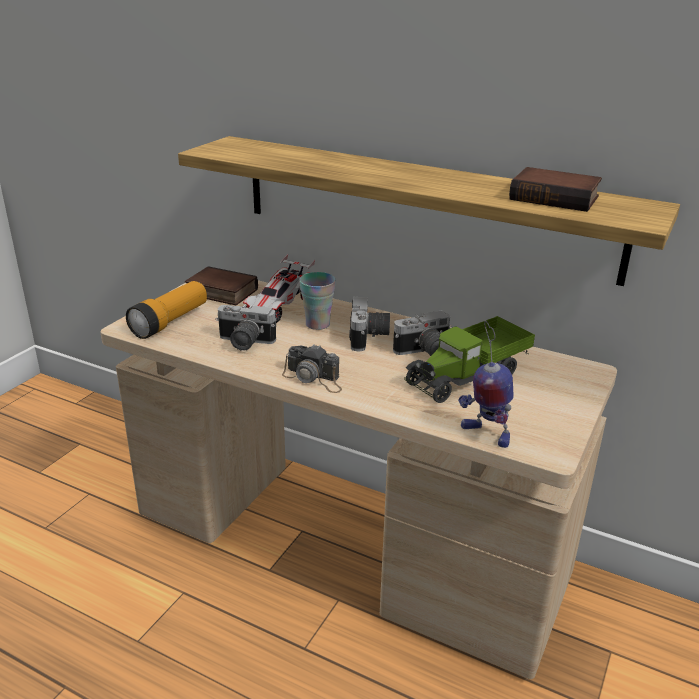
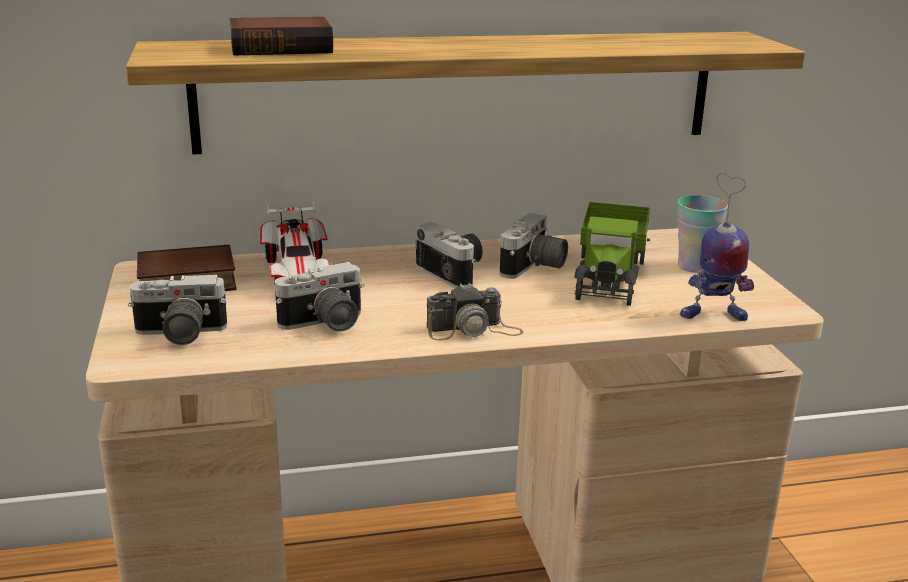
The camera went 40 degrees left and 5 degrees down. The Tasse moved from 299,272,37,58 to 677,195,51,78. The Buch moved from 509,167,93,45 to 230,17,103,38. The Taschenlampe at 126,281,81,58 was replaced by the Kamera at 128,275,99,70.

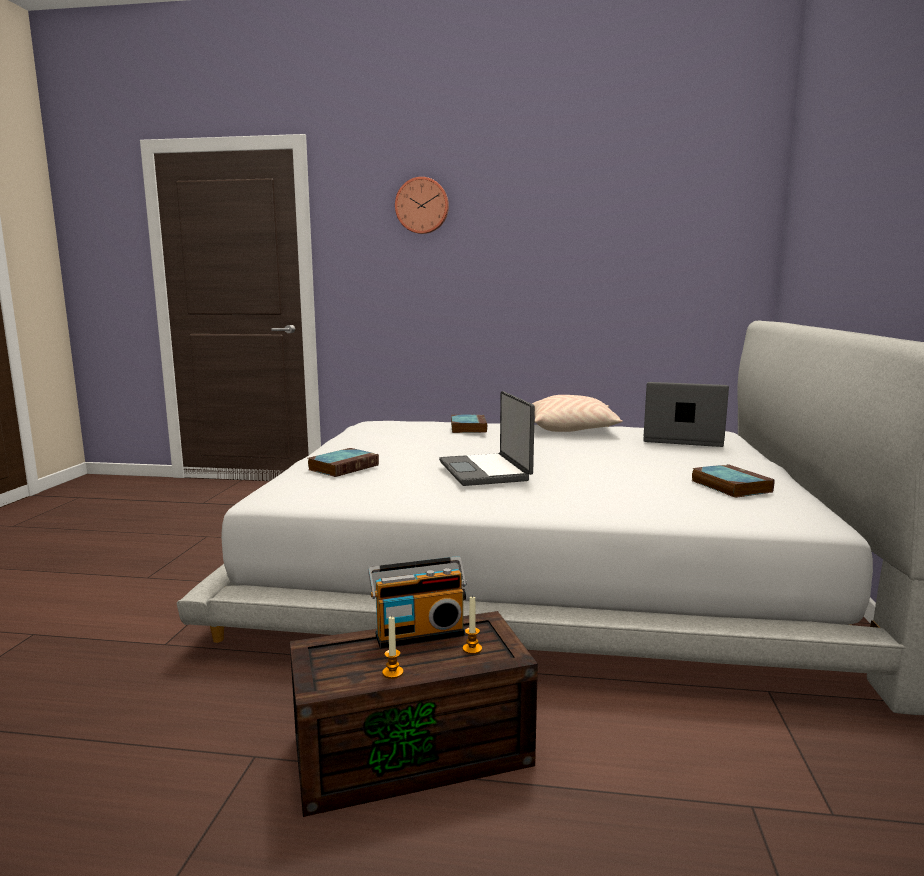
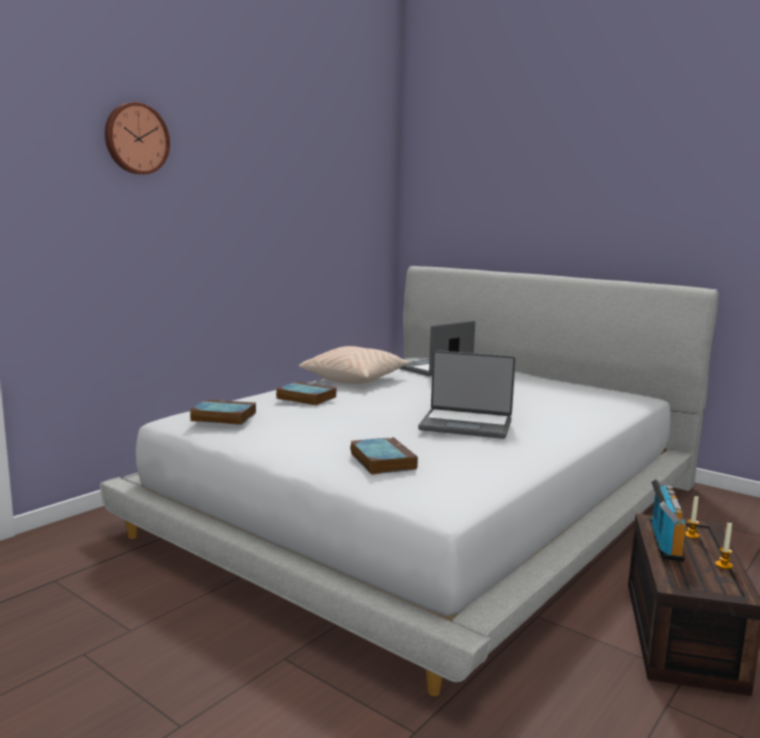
The camera went 60 degrees left and 0 degrees up. The Buch moved from 692,464,83,34 to 189,399,67,26.

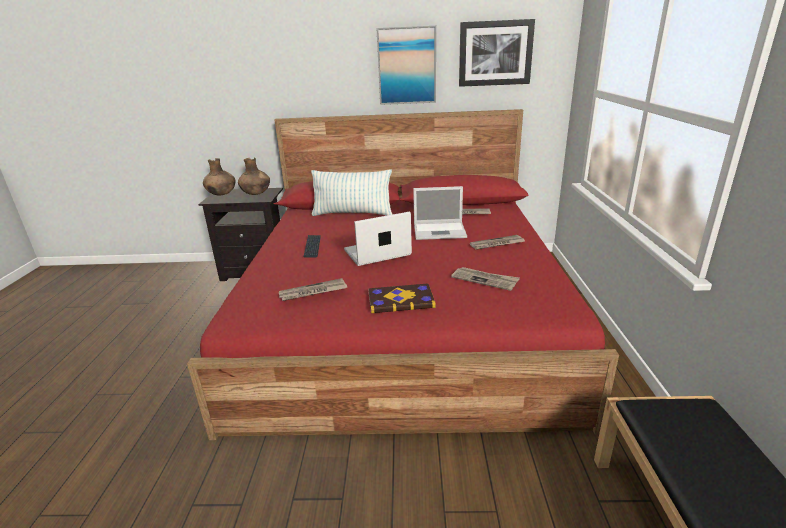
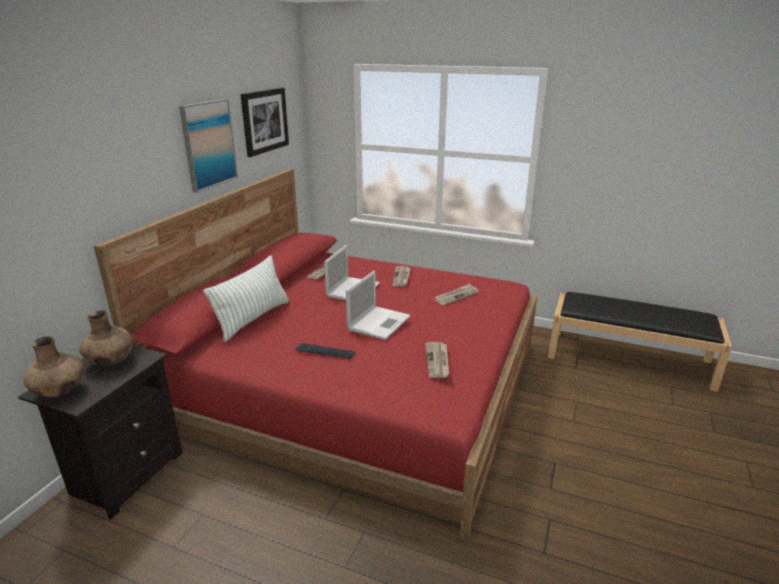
The camera went 70 degrees left and 0 degrees up. The Buch at 368,283,68,30 disappeared. The Laptop at 344,212,68,54 turned 150 degrees counterclockwise.

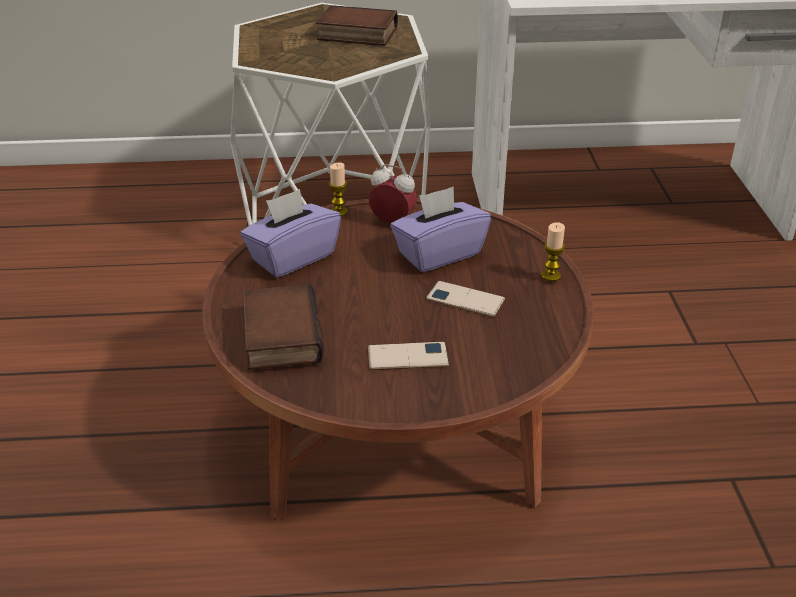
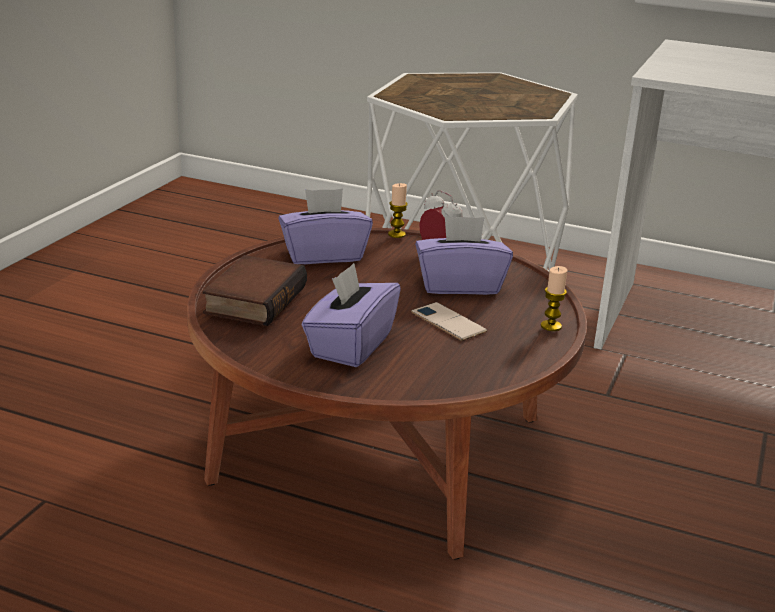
The camera went 25 degrees right and 10 degrees down. The Buch at 316,5,82,41 disappeared. The Handy at 368,342,81,28 was replaced by the Taschentuchbox/lila at 302,263,99,104.

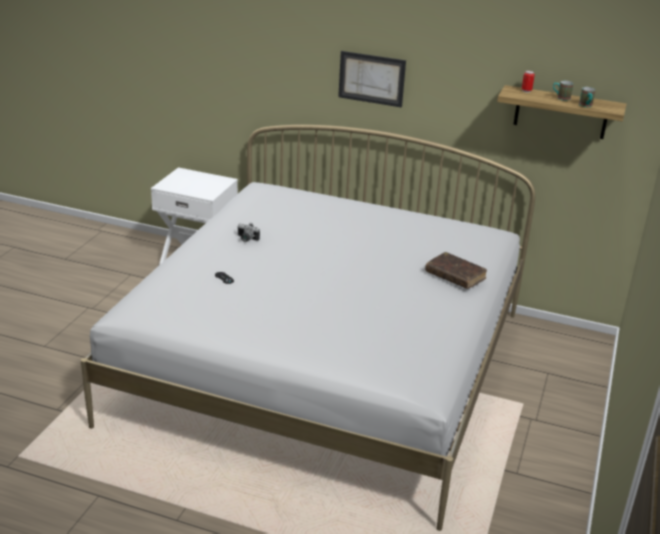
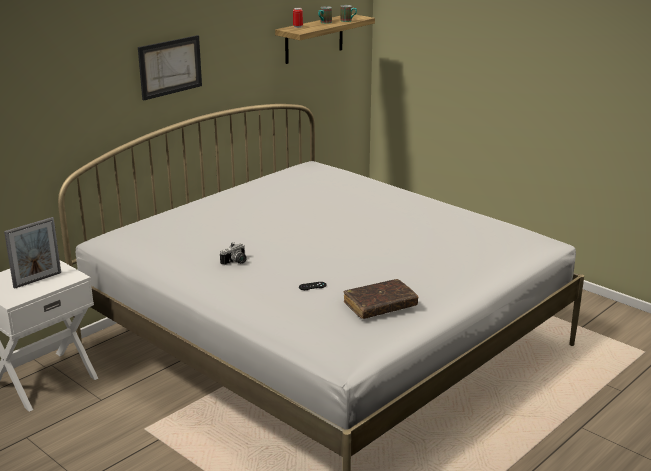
The camera went 65 degrees left and 5 degrees down. The Bilderrahmen at 4,217,57,72 appeared. The Buch/braun moved from 425,252,62,37 to 344,279,74,40.

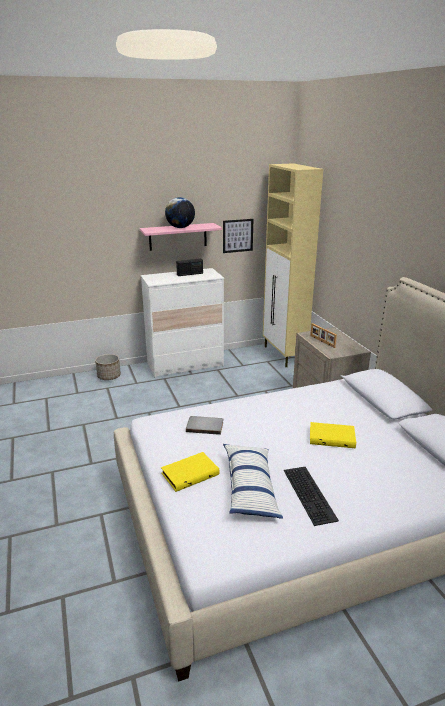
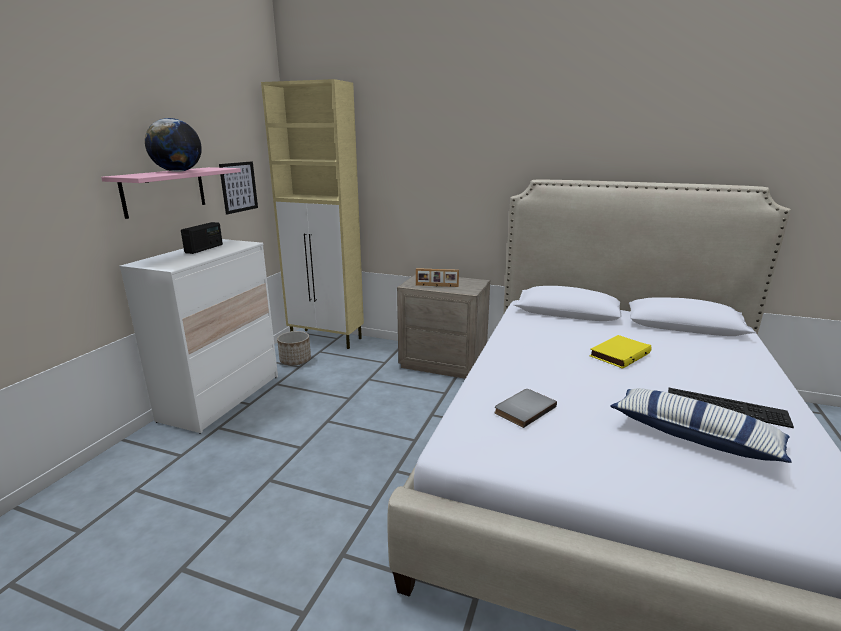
The camera went 50 degrees left and 5 degrees down. The Buch/gelb at 161,452,59,40 disappeared. The Pflanzkübel moved from 95,354,26,26 to 277,331,34,34.

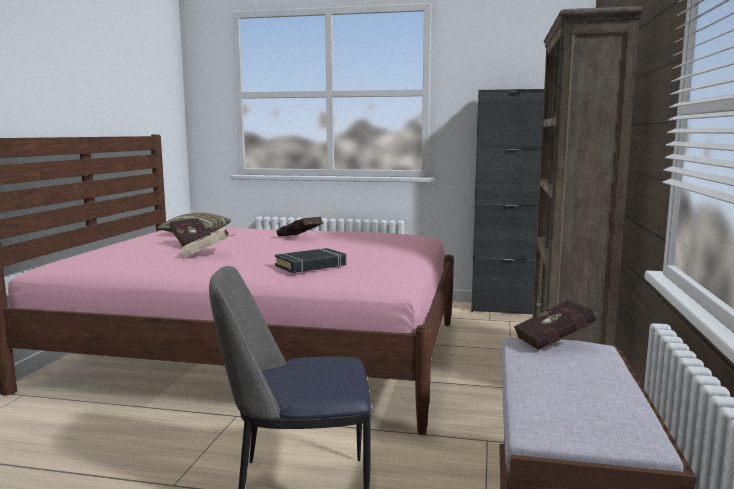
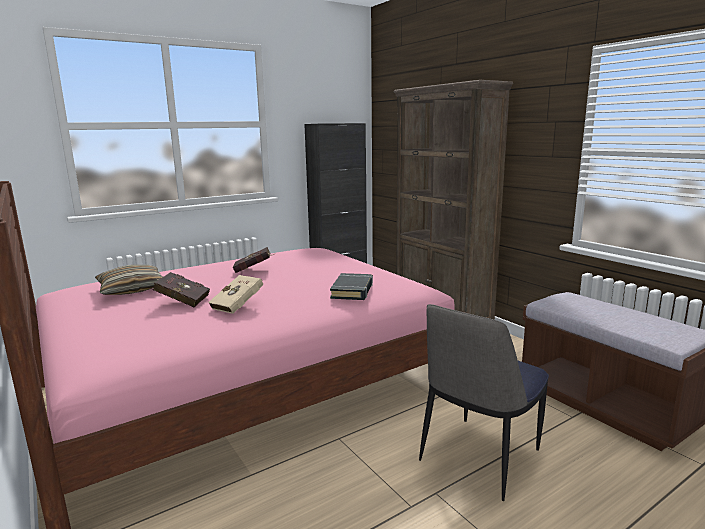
The camera went 45 degrees left and 5 degrees up. The Buch/rot at 514,300,85,50 disappeared.

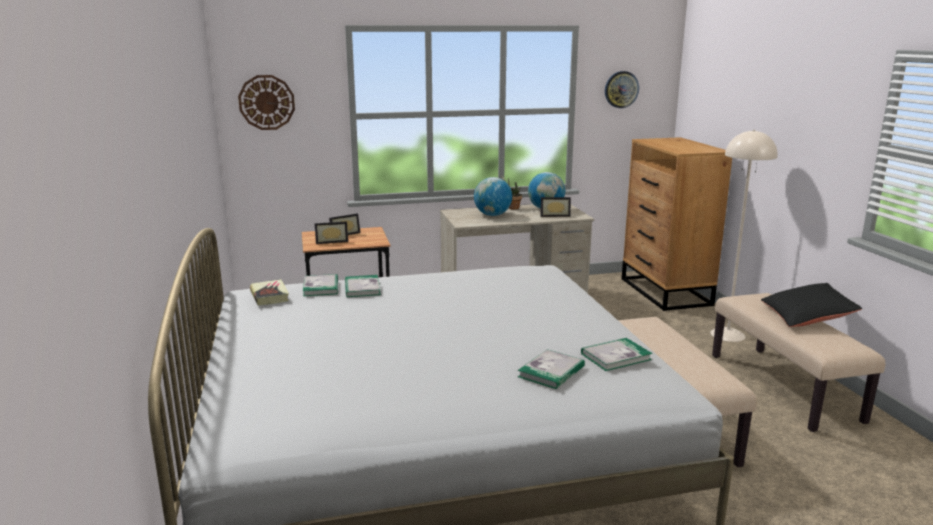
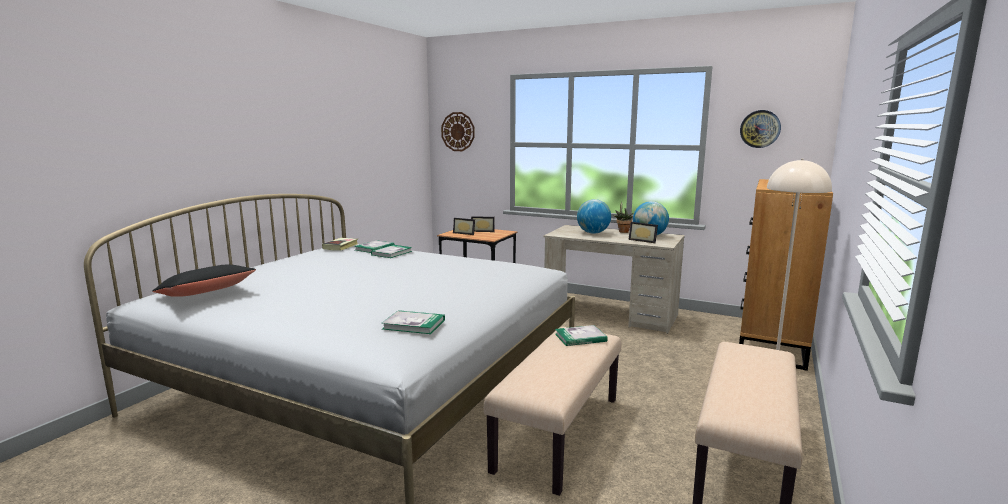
The camera went 40 degrees right and 5 degrees down. The Buch moved from 518,349,67,40 to 555,325,52,21. The Kissen/schwarz moved from 761,283,101,44 to 152,265,104,32.

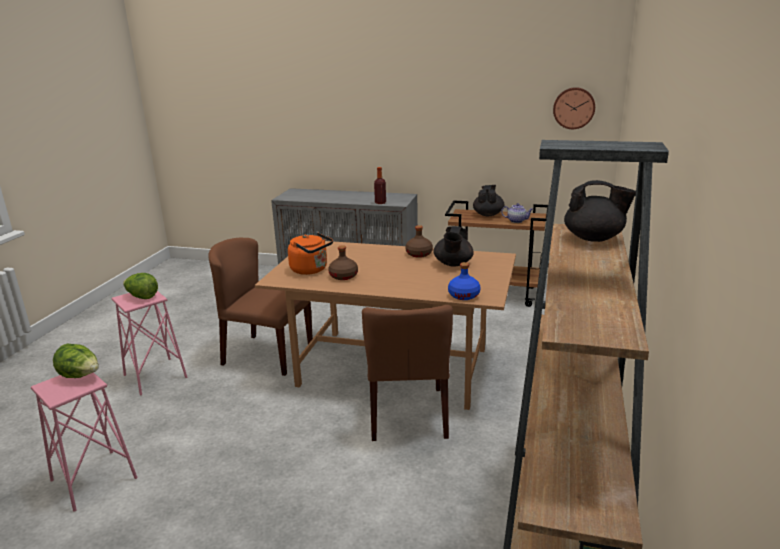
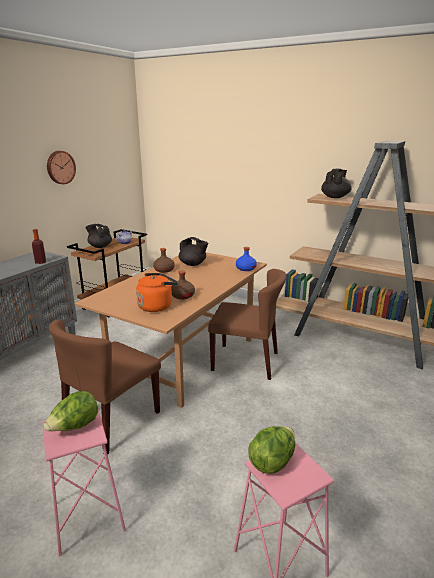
The camera went 75 degrees left and 0 degrees up. The Wanduhr moved from 553,87,42,42 to 47,151,29,33.

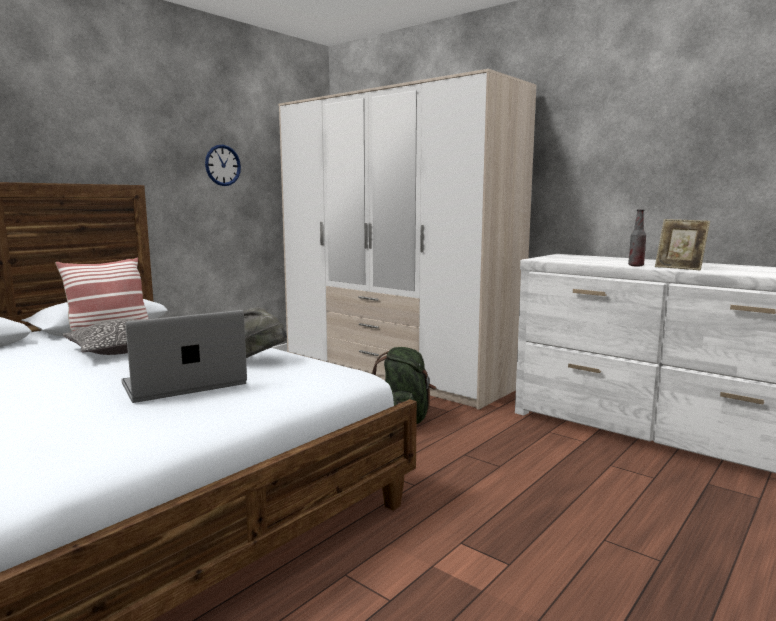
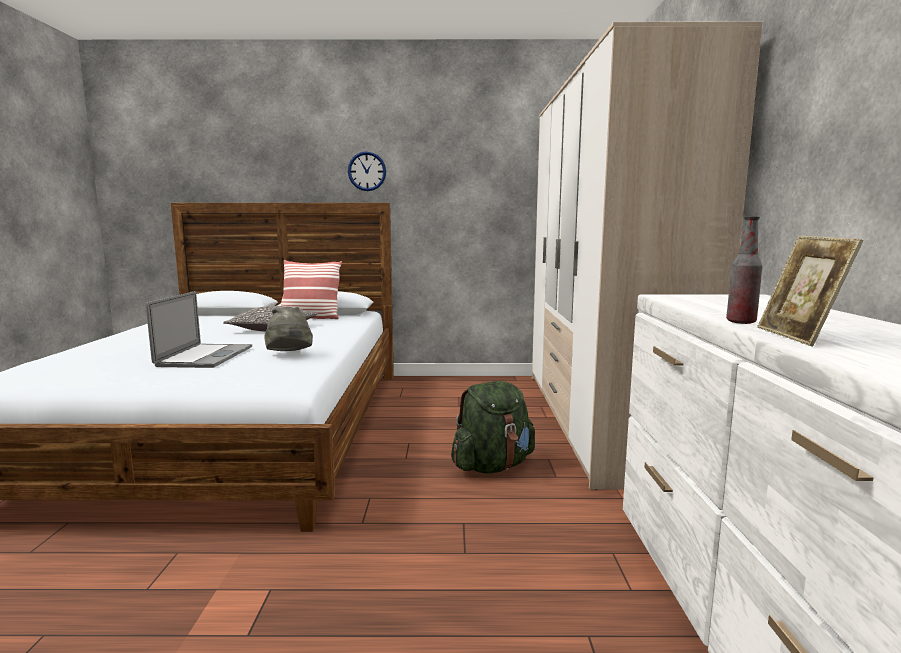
The camera went 50 degrees right and 0 degrees up. The Wanduhr moved from 205,144,36,42 to 348,151,38,40. The Laptop at 121,310,126,93 turned 75 degrees clockwise.

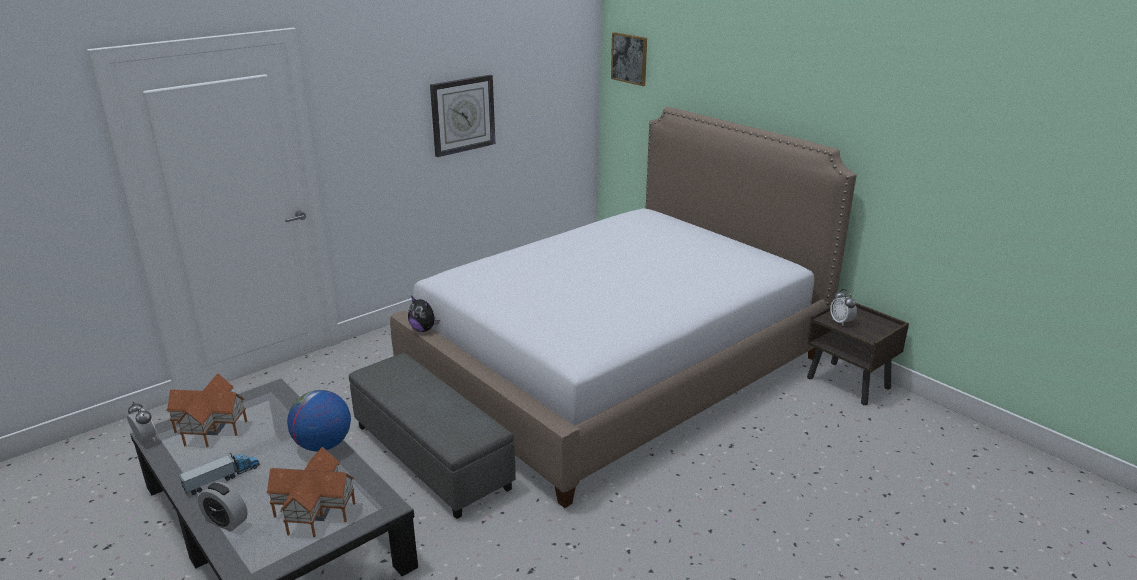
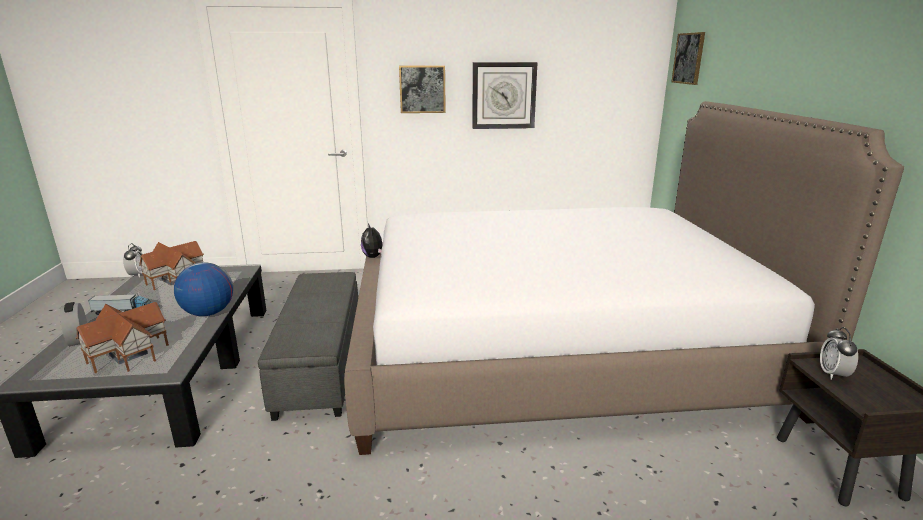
The camera went 35 degrees right and 5 degrees down. The Bild at 399,65,47,48 appeared.

